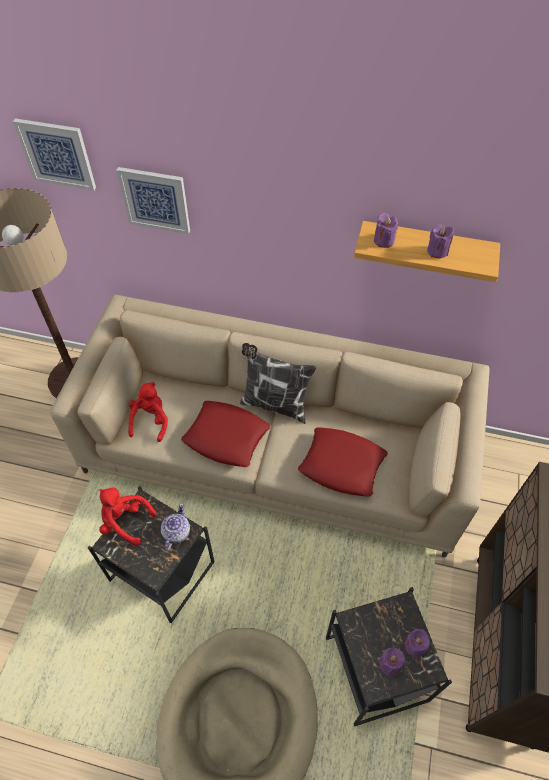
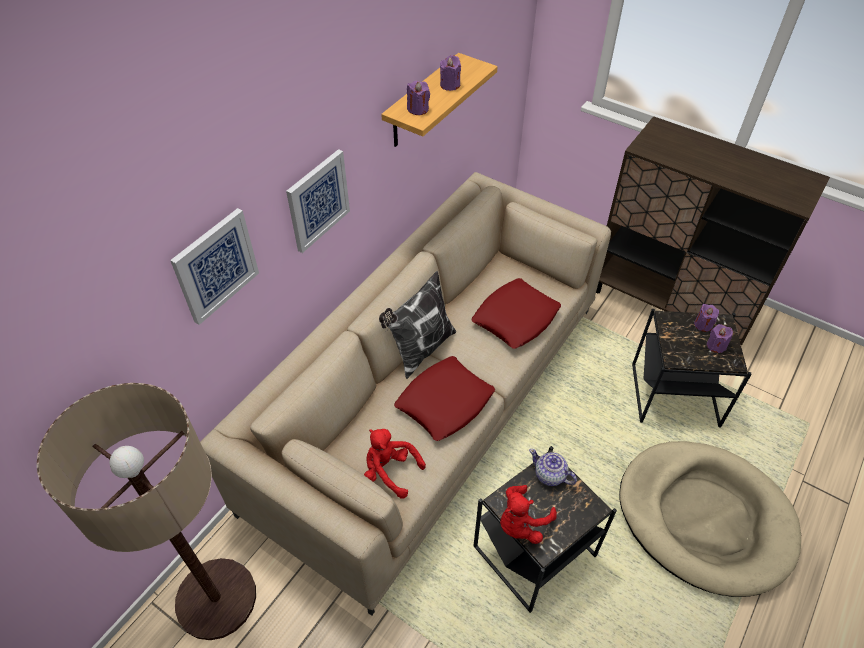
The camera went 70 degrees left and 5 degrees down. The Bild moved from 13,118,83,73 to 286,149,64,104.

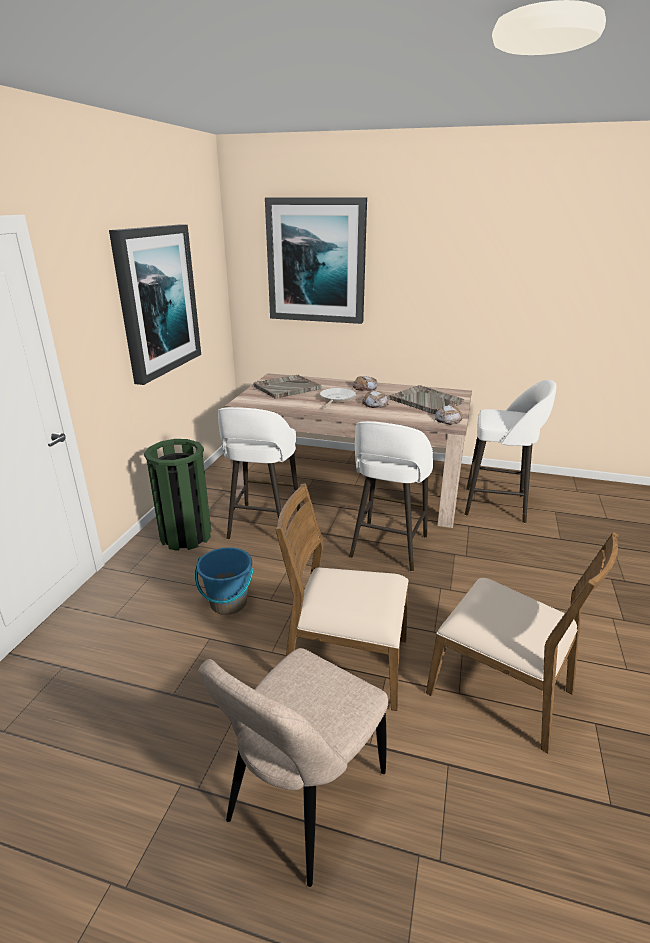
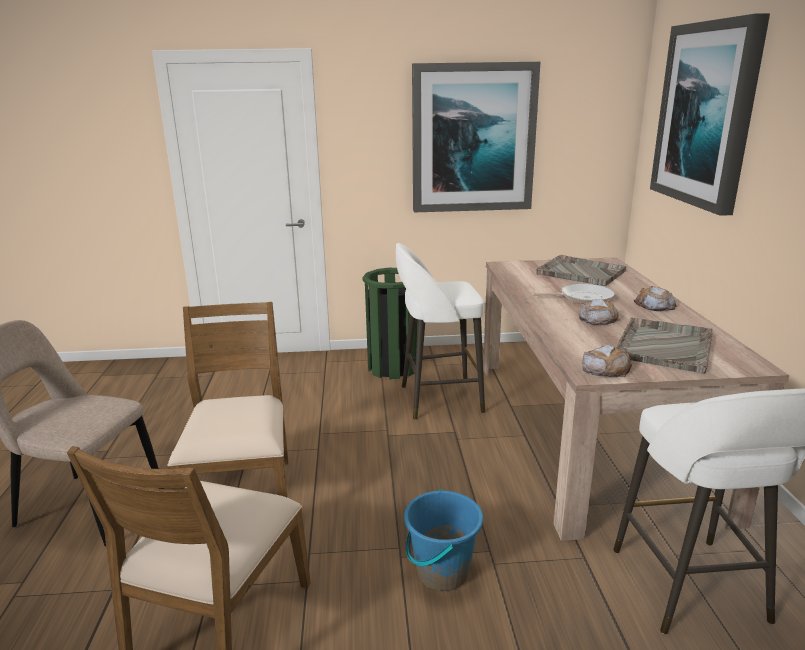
The camera went 70 degrees right and 5 degrees down. The Hocker/weiß at 349,421,84,151 disappeared. The Eimer/blau moved from 195,547,59,68 to 404,489,79,102.

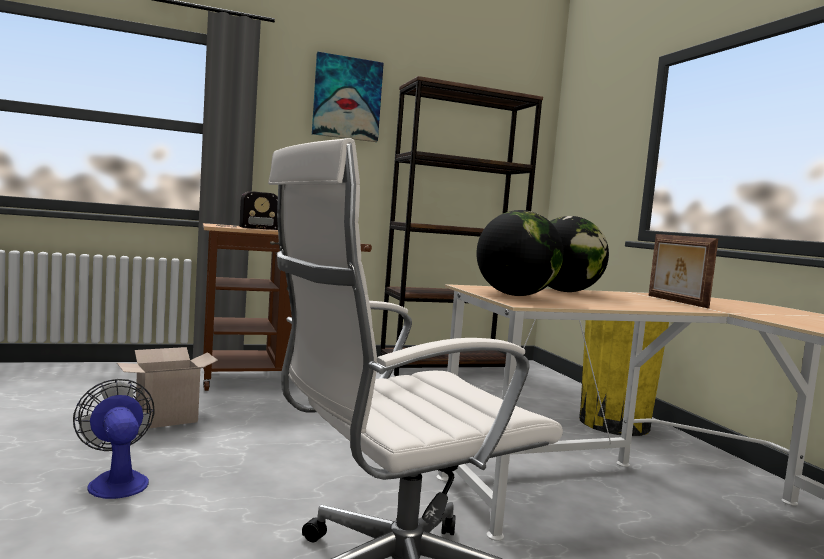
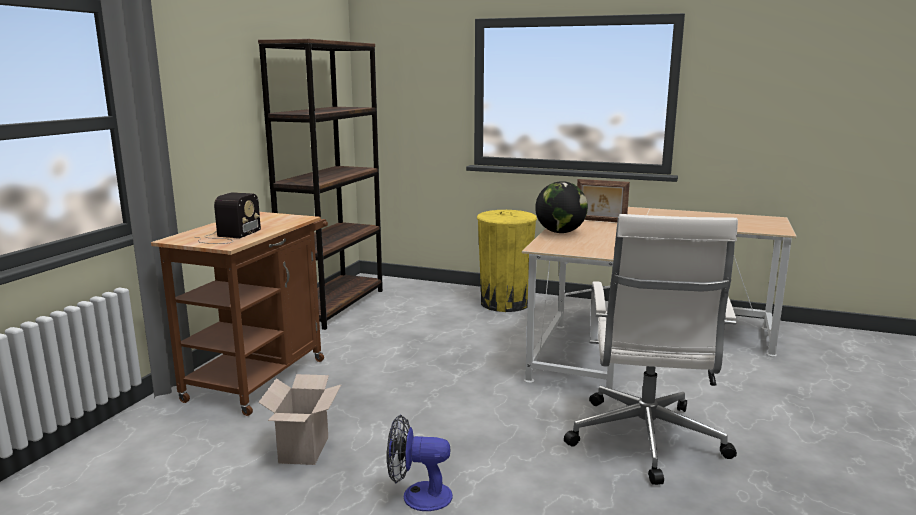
The camera went 50 degrees left and 10 degrees up. The Bild at 312,52,72,90 disappeared. The Globus at 476,210,88,86 disappeared.

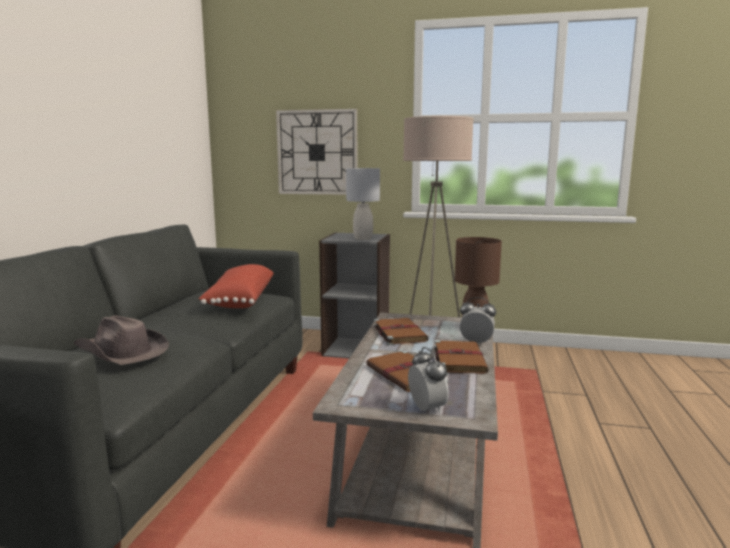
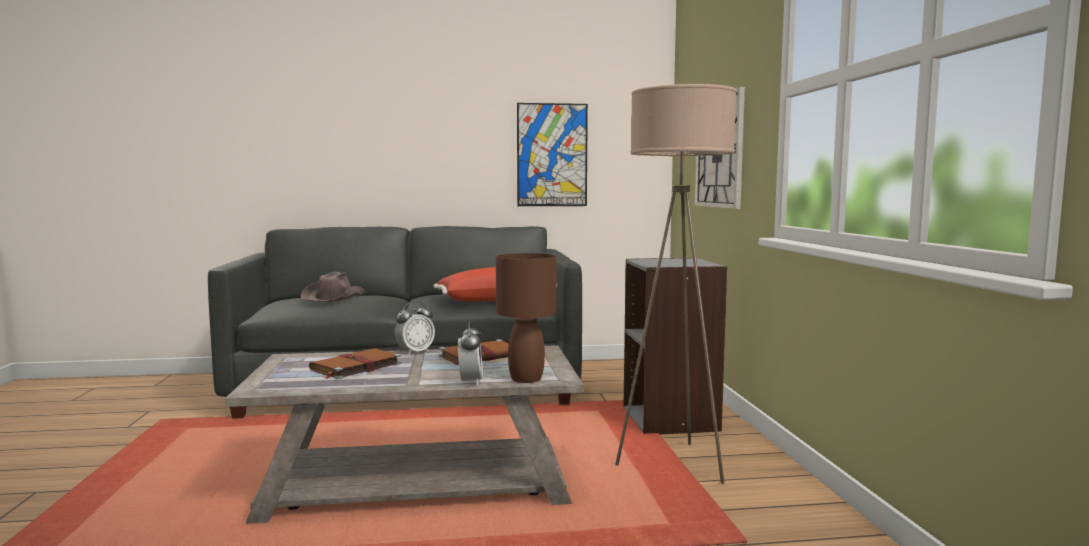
The camera went 70 degrees right and 5 degrees down. The Tischlampe/grau at 346,168,34,72 disappeared. The Buch/braun at 434,340,55,34 disappeared. The Bild at 517,103,71,103 appeared. The Wecker moved from 408,347,41,67 to 395,301,40,54.

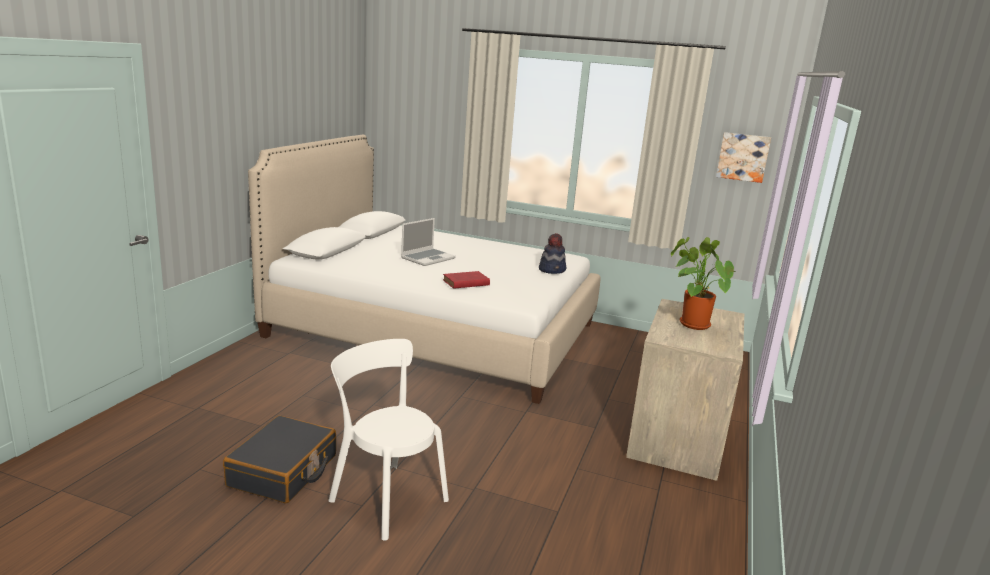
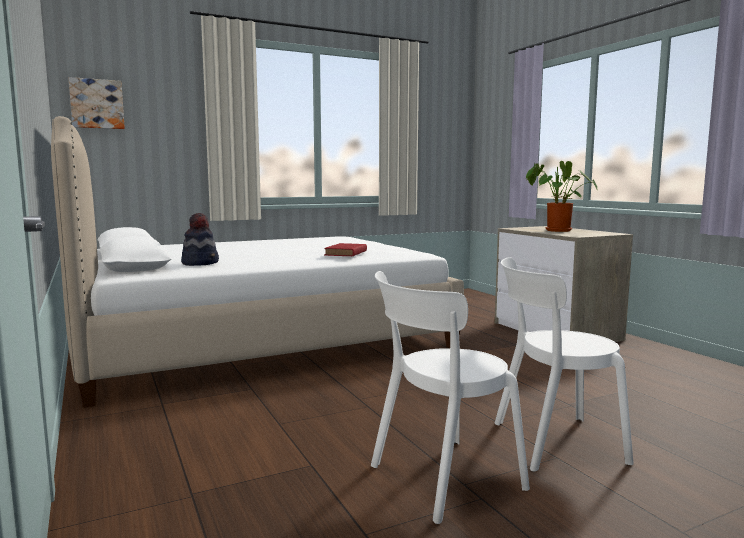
The camera went 45 degrees left and 10 degrees down. The Laptop at 401,218,55,48 disappeared. The Hut moved from 539,233,27,41 to 181,213,38,53. The Bild moved from 716,132,55,51 to 69,77,56,52. The Koffer/schwarz at 223,415,113,88 was replaced by the Stuhl/weiß at 371,271,159,253.

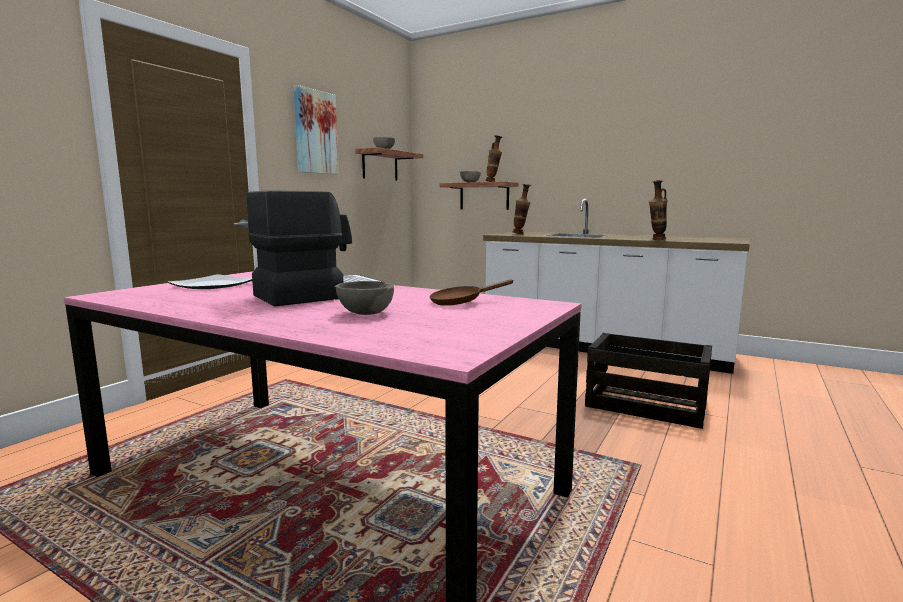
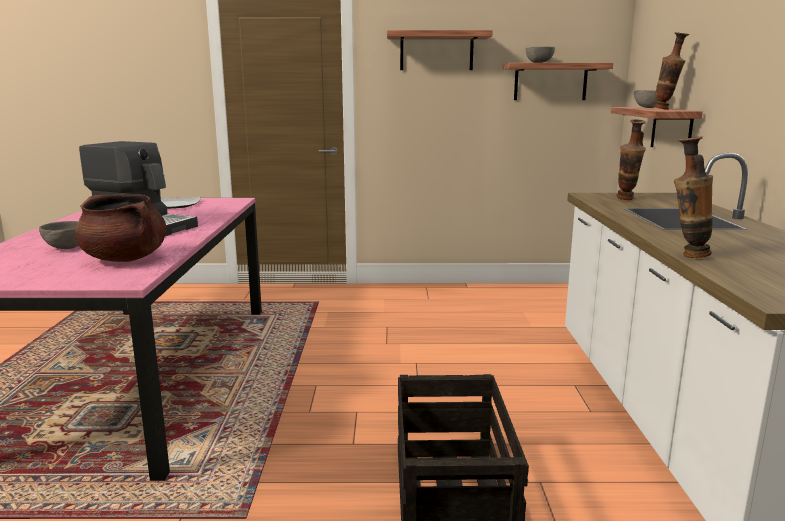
The camera went 60 degrees right and 5 degrees up. The Bild at 293,85,46,90 was replaced by the Wandregal at 387,30,106,40. The Pfanne/braun at 430,280,84,26 was replaced by the Kochtopf/braun at 75,194,91,68.

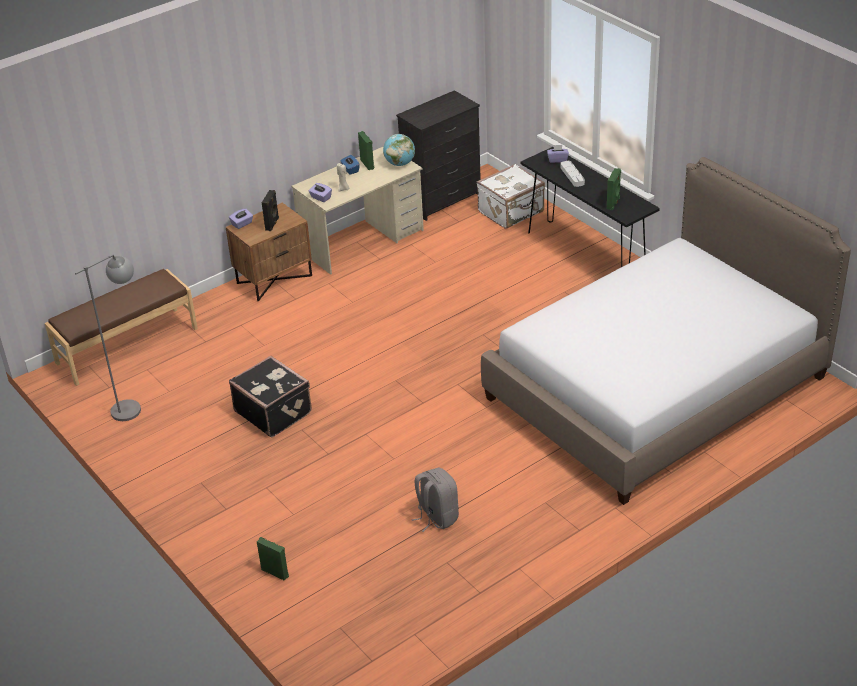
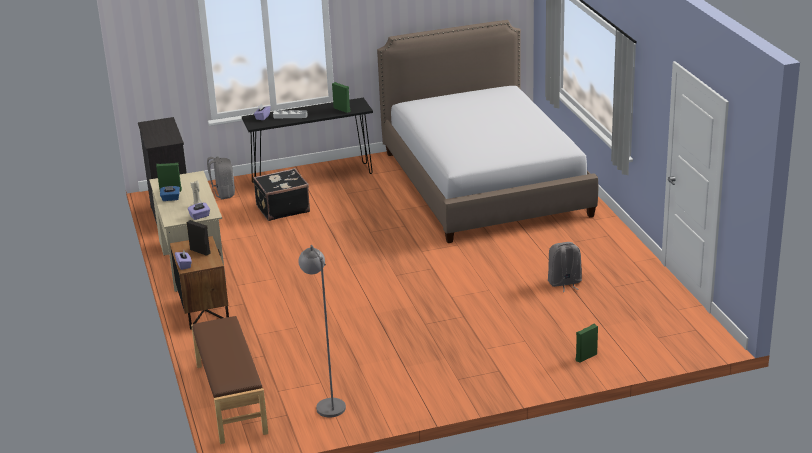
The camera went 70 degrees left and 10 degrees down. The Globus at 383,134,32,32 disappeared. The Koffer/schwarz moved from 229,356,83,81 to 253,168,57,53. The Koffer/weiß at 477,164,68,65 was replaced by the Rucksack/grau at 207,157,28,42.

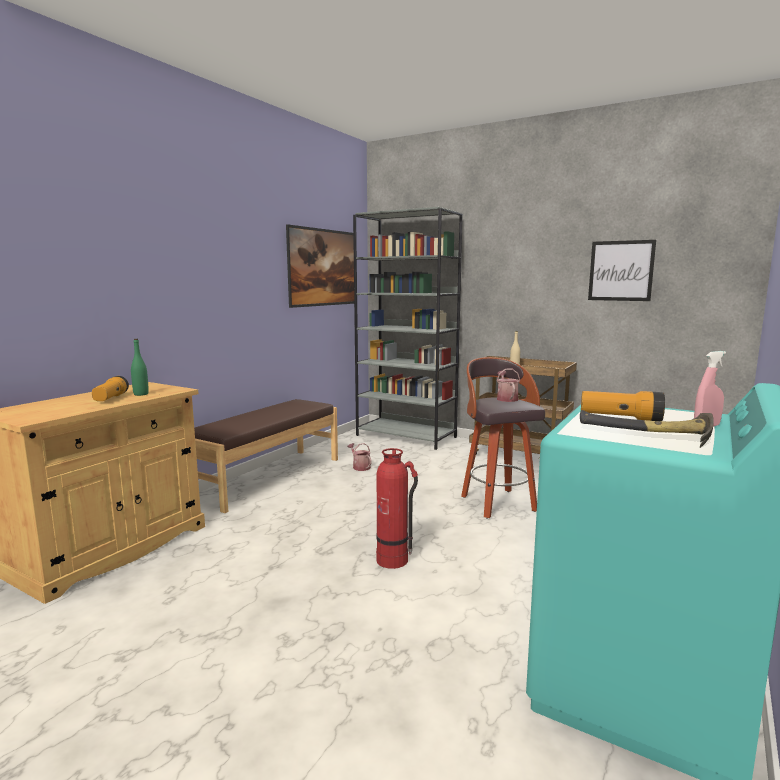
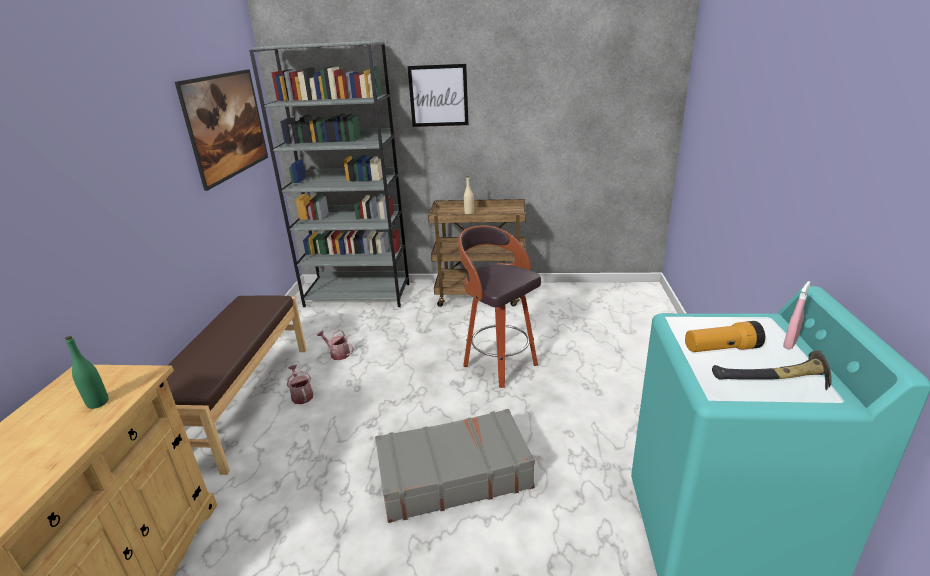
The camera went 25 degrees left and 15 degrees up. The Taschenlampe at 92,376,37,25 disappeared. The Gießkanne moved from 497,369,23,33 to 287,365,26,39. The Bild moved from 588,240,68,61 to 408,64,61,63. The Feuerlöscher at 376,448,42,121 was replaced by the Koffer/grau at 375,409,160,114.

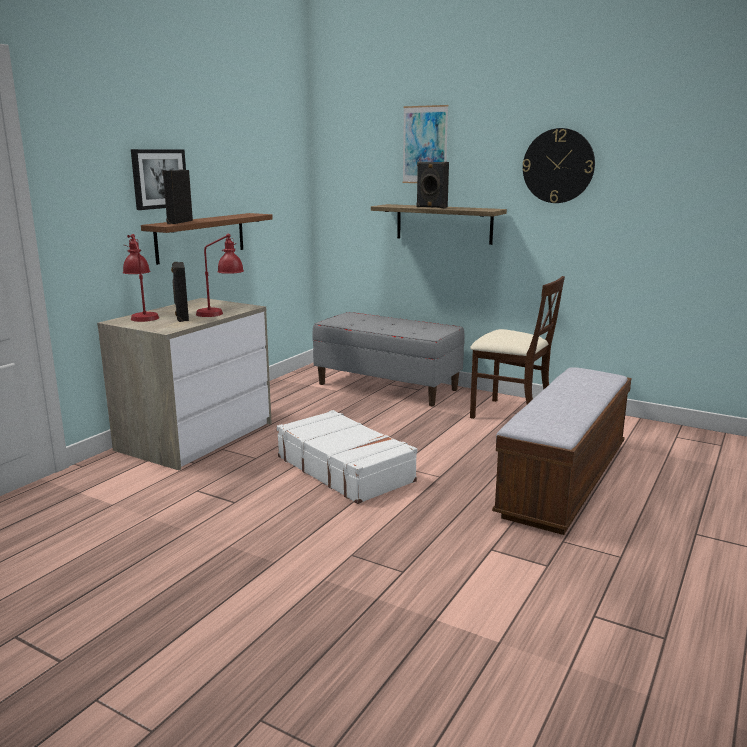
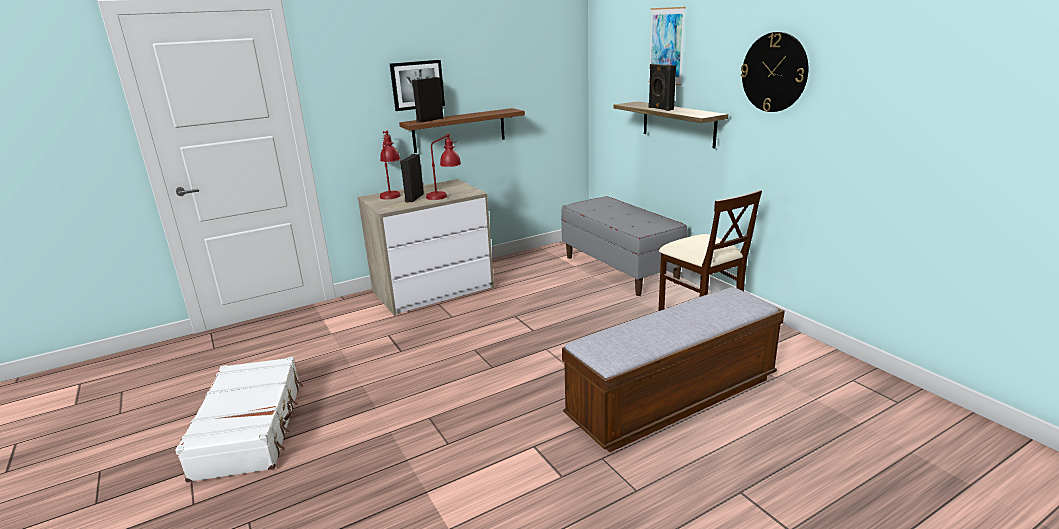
The camera went 30 degrees right and 5 degrees up. The Koffer/weiß moved from 277,410,140,94 to 175,357,128,126.

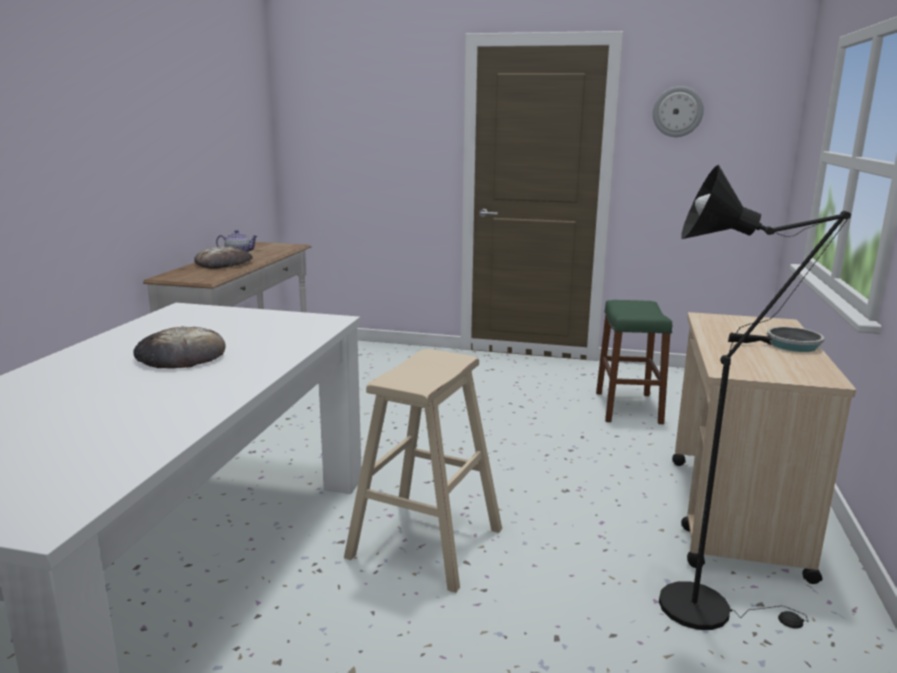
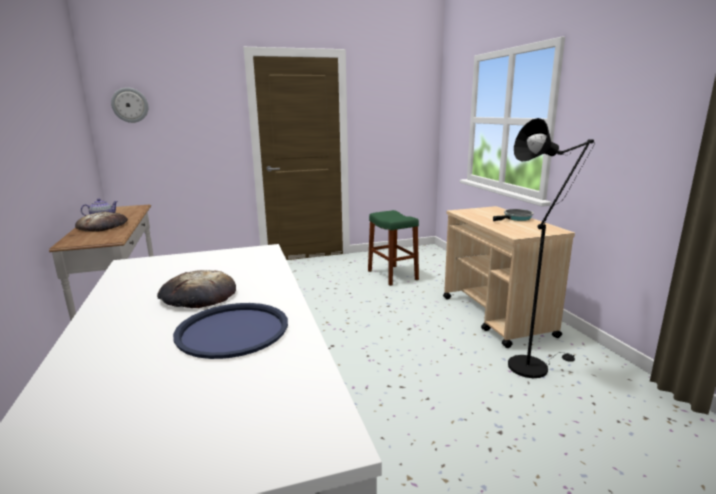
The camera went 30 degrees left and 0 degrees up. The Hocker/beige at 344,349,158,244 disappeared. The Tablett/blau at 173,303,115,56 appeared. The Wanduhr moved from 653,86,51,51 to 111,87,37,36.

